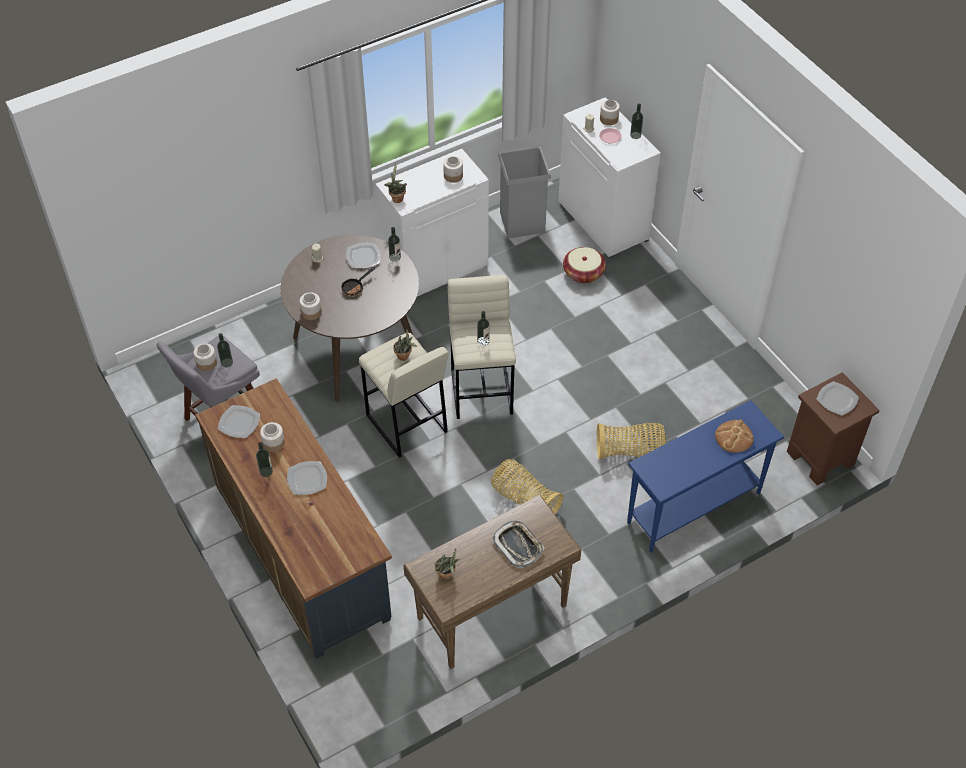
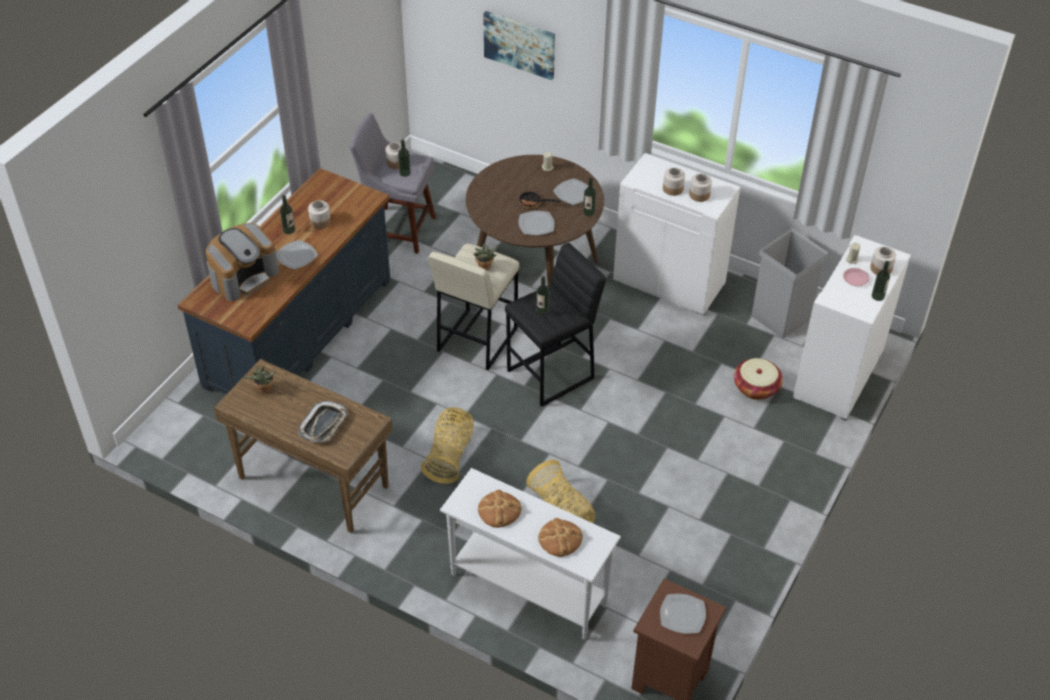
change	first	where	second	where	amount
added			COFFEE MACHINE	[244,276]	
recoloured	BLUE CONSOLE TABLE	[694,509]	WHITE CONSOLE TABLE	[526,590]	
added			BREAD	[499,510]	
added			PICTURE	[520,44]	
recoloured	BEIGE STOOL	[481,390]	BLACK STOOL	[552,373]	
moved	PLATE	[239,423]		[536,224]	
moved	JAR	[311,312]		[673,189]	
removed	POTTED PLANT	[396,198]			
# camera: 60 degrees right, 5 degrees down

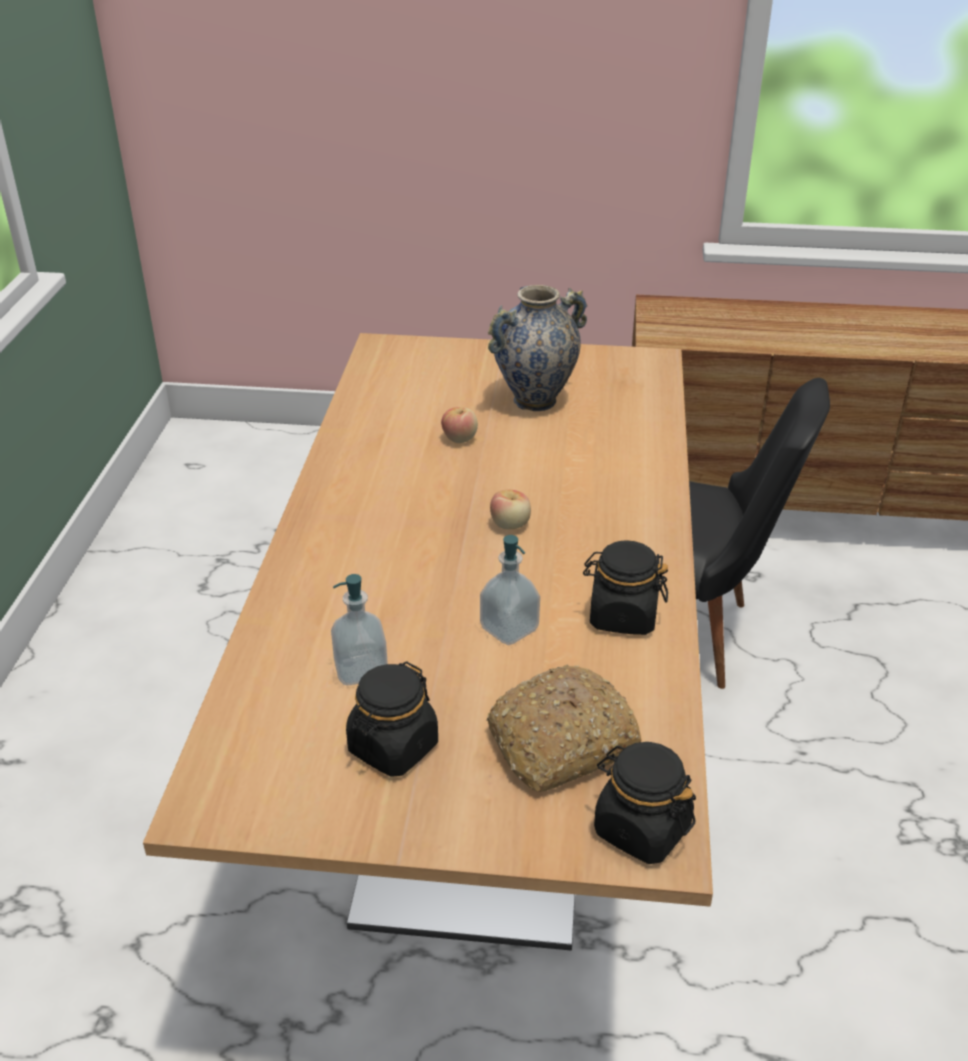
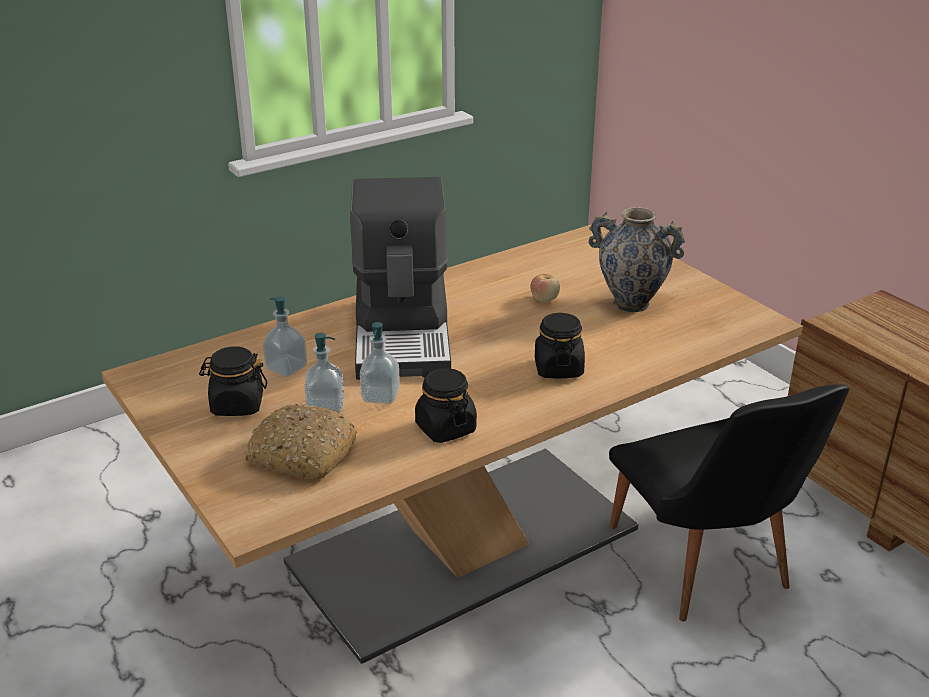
change	first	where	second	where	amount
added			SOAP DISPENSER	[325,407]	
added			COFFEE MACHINE	[404,335]	
moved	BLACK JAR	[641,829]		[558,368]	
removed	APPLE	[510,525]			
# camera: 50 degrees right, 5 degrees down

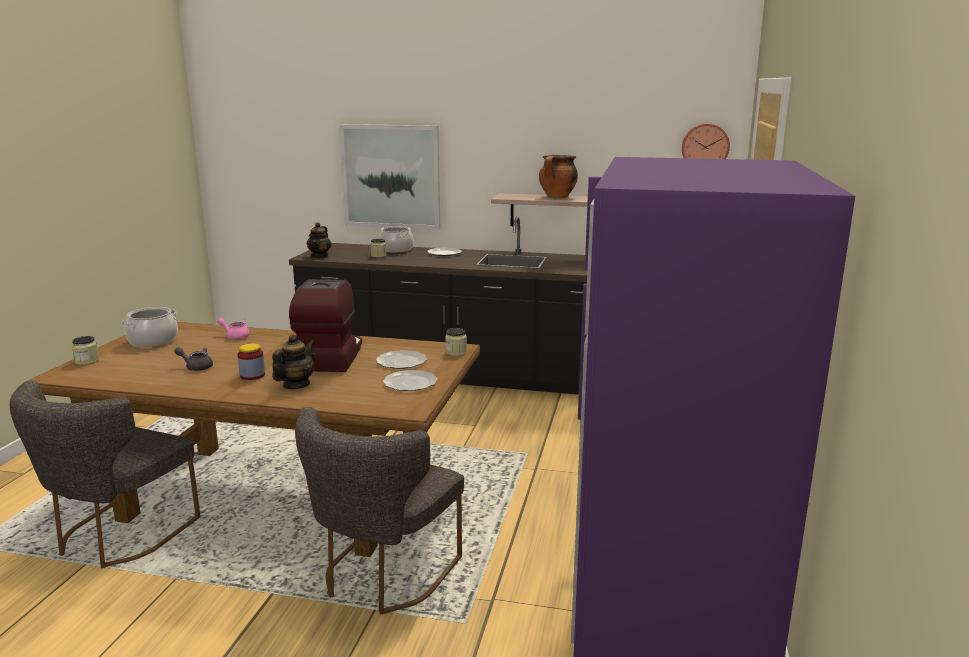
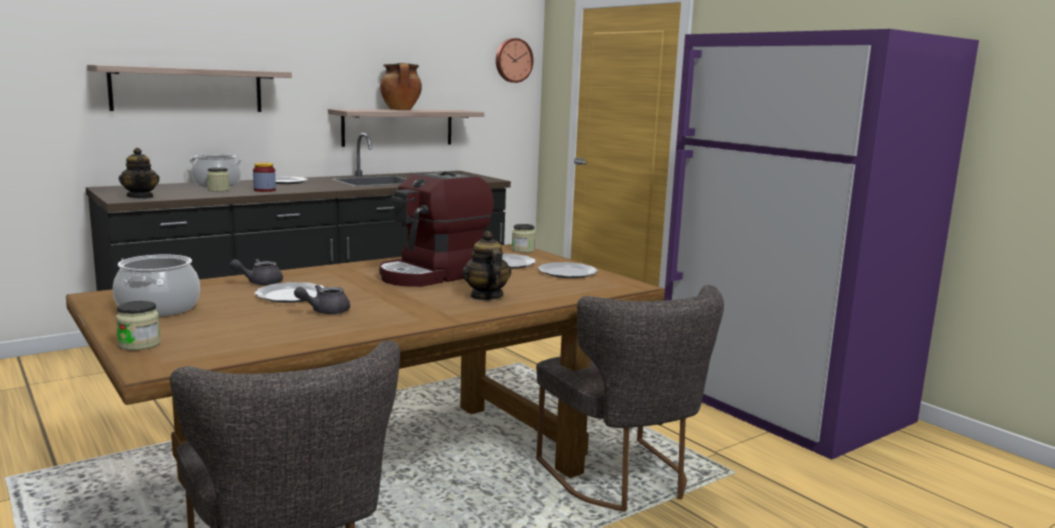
change	first	where	second	where	amount
replaced	PICTURE	[391,176]	SHELF	[188,90]	
recoloured	PINK TEAPOT	[235,336]	GREY TEAPOT	[260,283]	
moved	JAR	[252,375]		[264,190]	
added			PLATE	[291,295]	
turned	COFFEE MACHINE	[329,357]		[434,274]	90 degrees counterclockwise
# camera: 50 degrees left, 5 degrees down

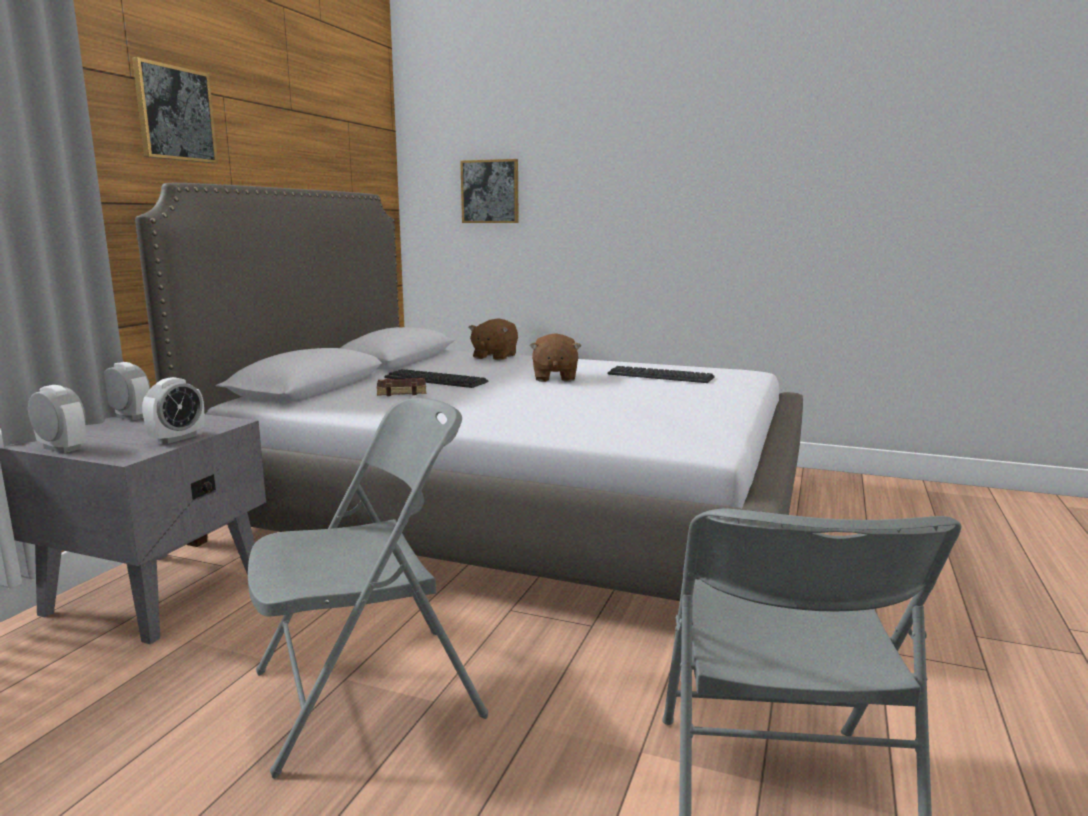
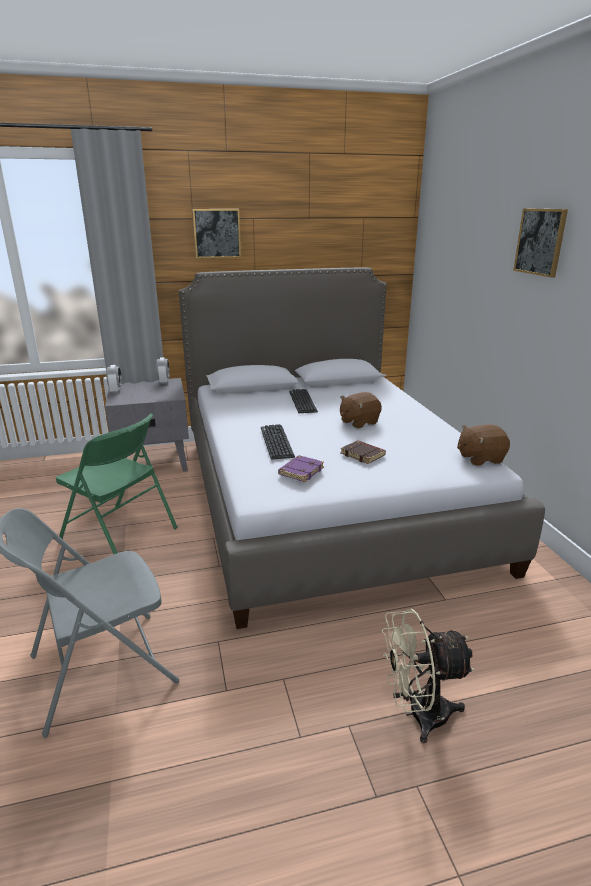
change	first	where	second	where	amount
recoloured	GREY CHAIR	[367,694]	GREEN CHAIR	[118,534]	
moved	KEYBOARD	[660,376]		[276,442]	
added			PURPLE BOOK	[301,471]	
moved	BROWN BOOK	[402,391]		[363,455]	
added			BEIGE FAN	[418,714]	
moved	BROWN PLUSH TOY	[494,357]		[480,458]	
moved	PICTURE	[490,191]		[540,242]	
removed	ALARM CLOCK	[177,438]			
# camera: 55 degrees right, 10 degrees up

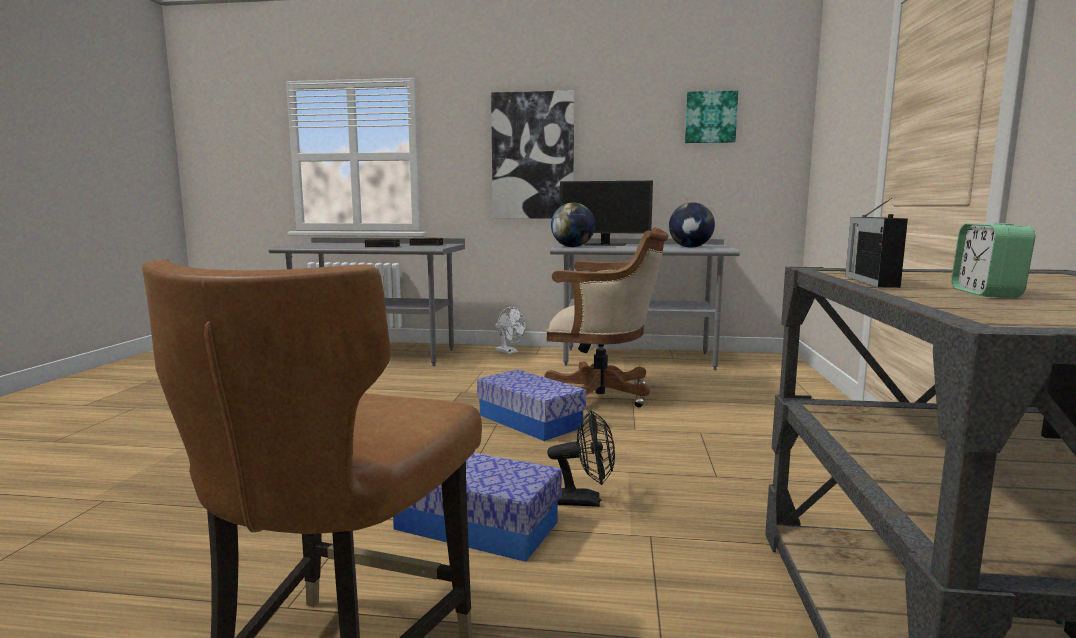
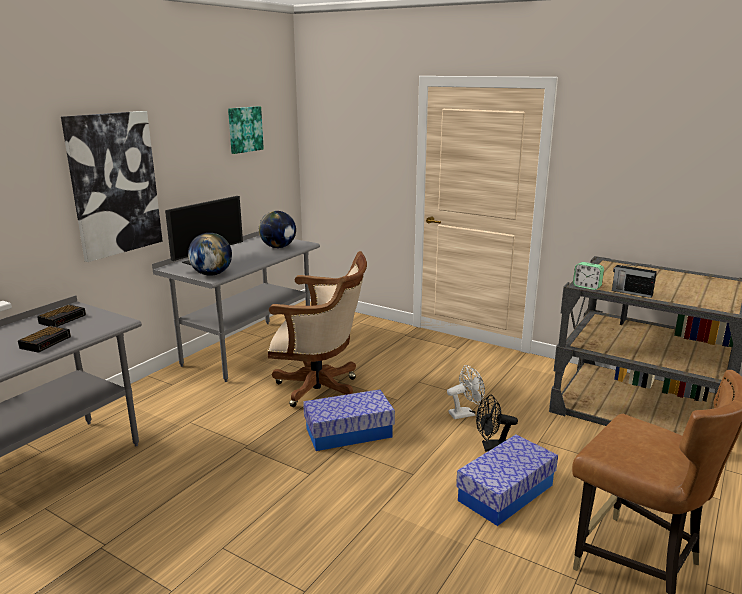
change	first	where	second	where	amount
turned	OFFICE CHAIR	[604,395]		[321,388]	60 degrees clockwise
moved	WHITE FAN	[509,352]		[465,413]	
turned	BLACK FAN	[586,501]		[491,447]	120 degrees counterclockwise
moved	ALARM CLOCK	[986,293]		[587,287]	
# camera: 65 degrees left, 10 degrees up

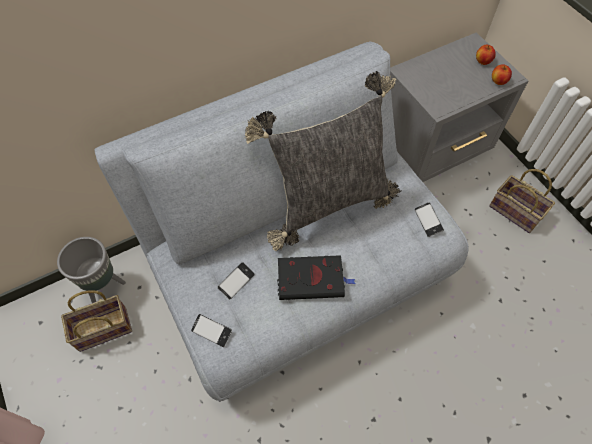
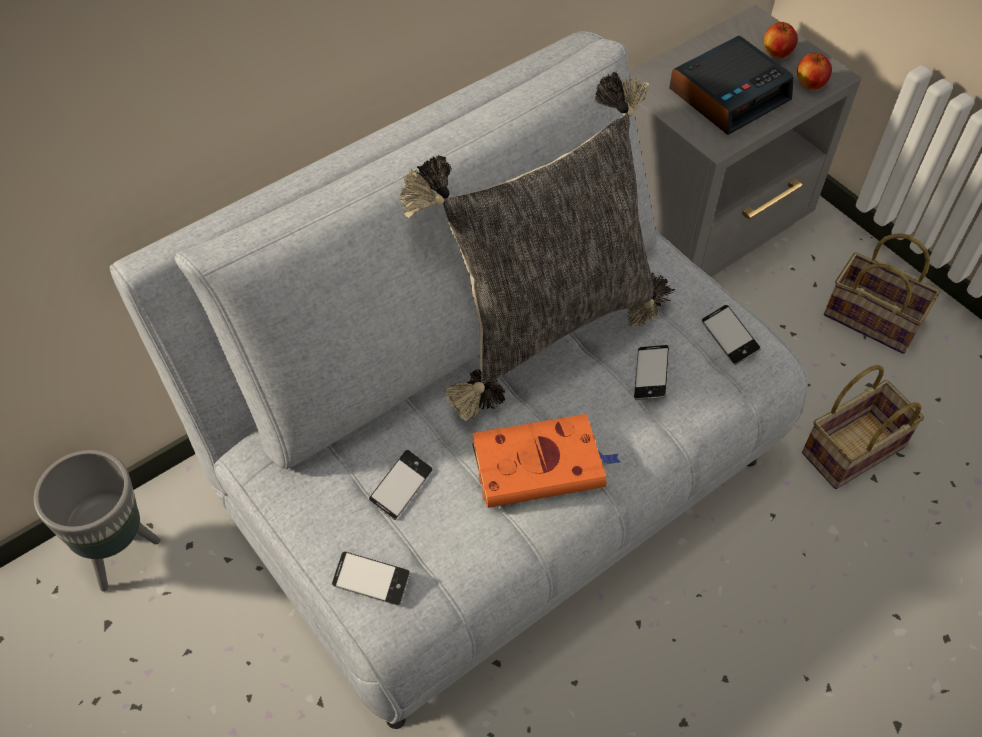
change	first	where	second	where	amount
recoloured	BLACK BOOK	[312,279]	ORANGE BOOK	[541,465]	
added			PHONE	[651,375]	
added			ALARM CLOCK	[729,94]	
moved	BASKET	[102,331]		[852,453]	
# camera: 10 degrees left, 5 degrees down

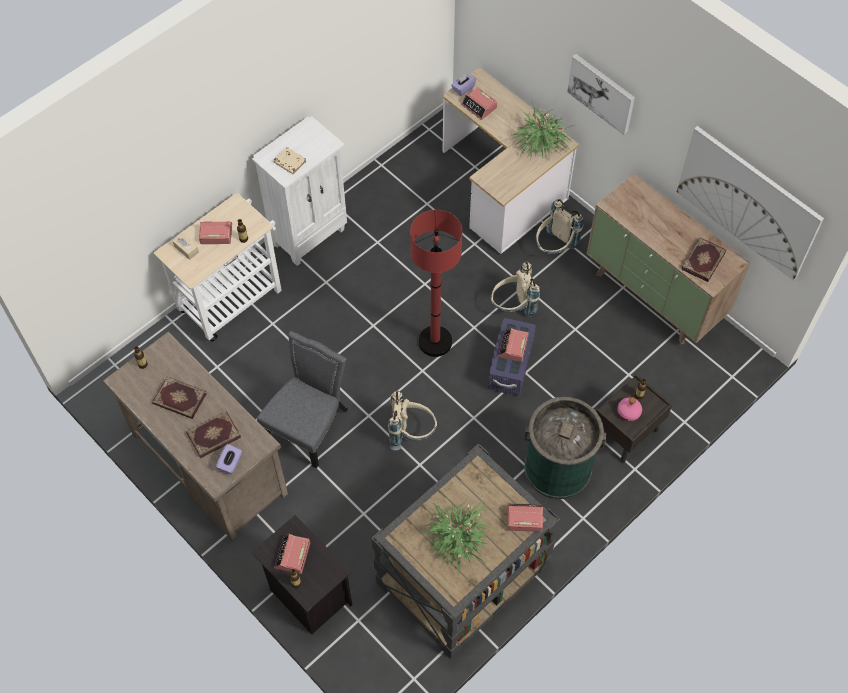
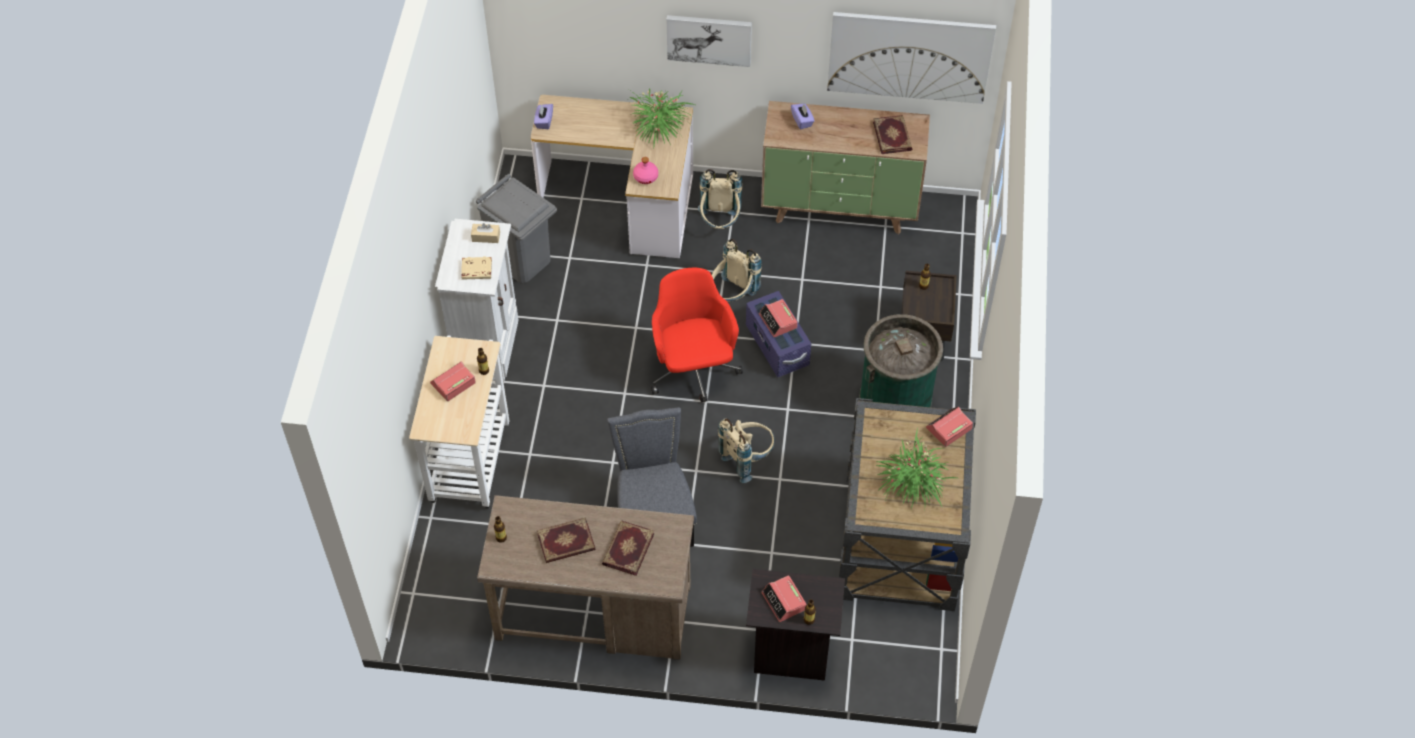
change	first	where	second	where	amount
moved	BEIGE TISSUE BOX	[186,249]		[486,237]	
added			GREY TRASH CAN	[522,260]	
moved	PINK BOTTLE	[629,411]		[645,177]	
replaced	RED FLOOR LAMP	[435,342]	RED OFFICE CHAIR	[693,370]	
moved	PURPLE TISSUE BOX	[230,463]		[802,121]	
removed	ALARM CLOCK	[479,106]			
# camera: 40 degrees left, 5 degrees down

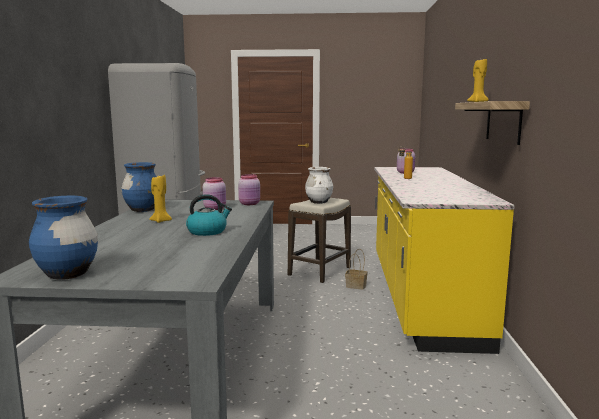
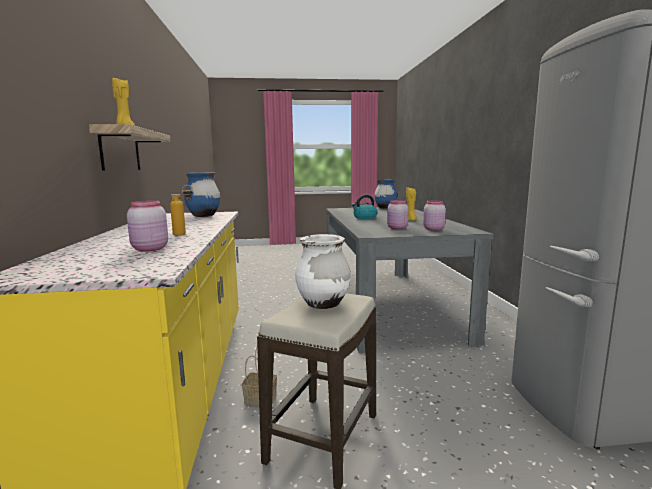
change	first	where	second	where	amount
moved	BLUE VASE	[142,210]		[203,216]	
moved	PINK JAR	[250,204]		[433,229]	
# camera: 170 degrees right, 0 degrees up

